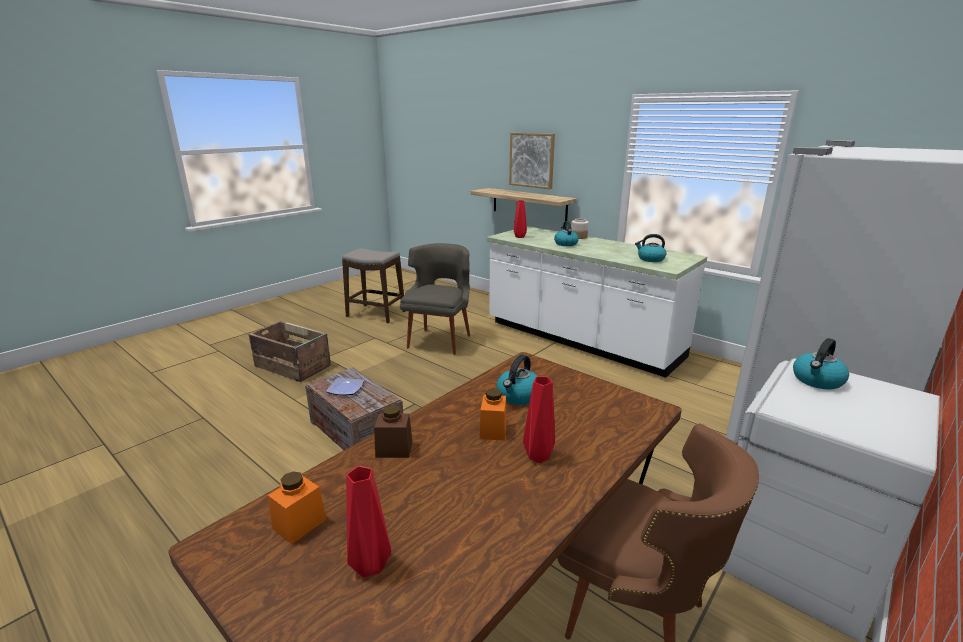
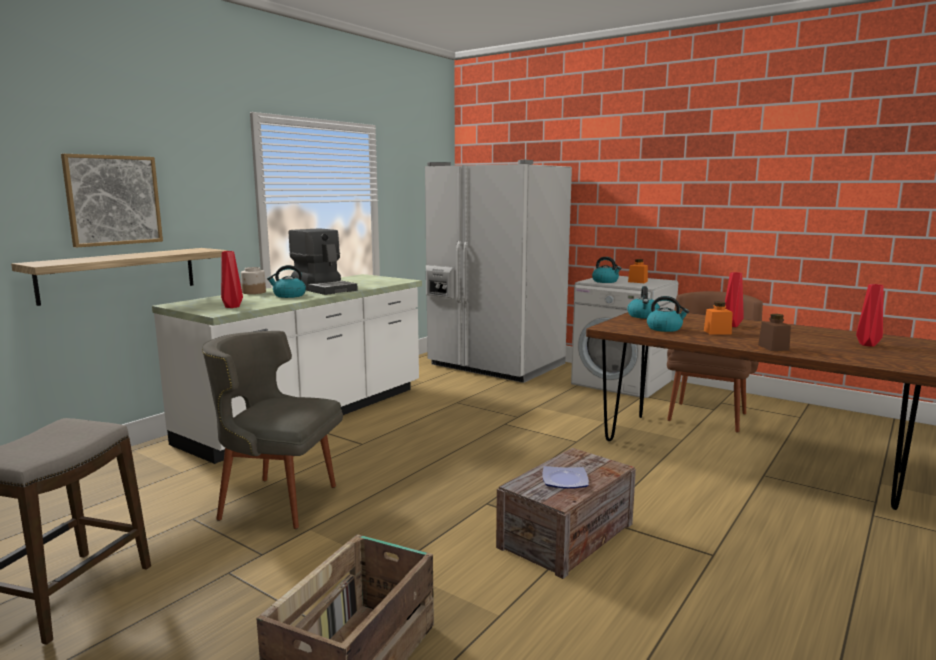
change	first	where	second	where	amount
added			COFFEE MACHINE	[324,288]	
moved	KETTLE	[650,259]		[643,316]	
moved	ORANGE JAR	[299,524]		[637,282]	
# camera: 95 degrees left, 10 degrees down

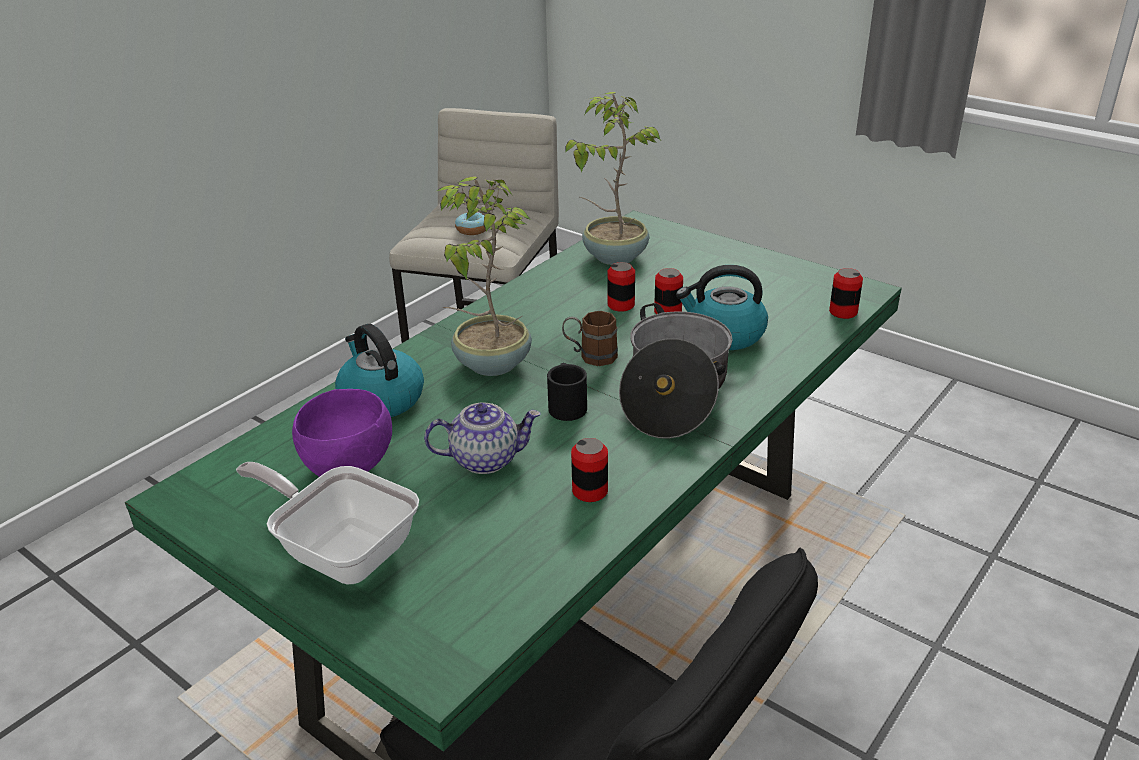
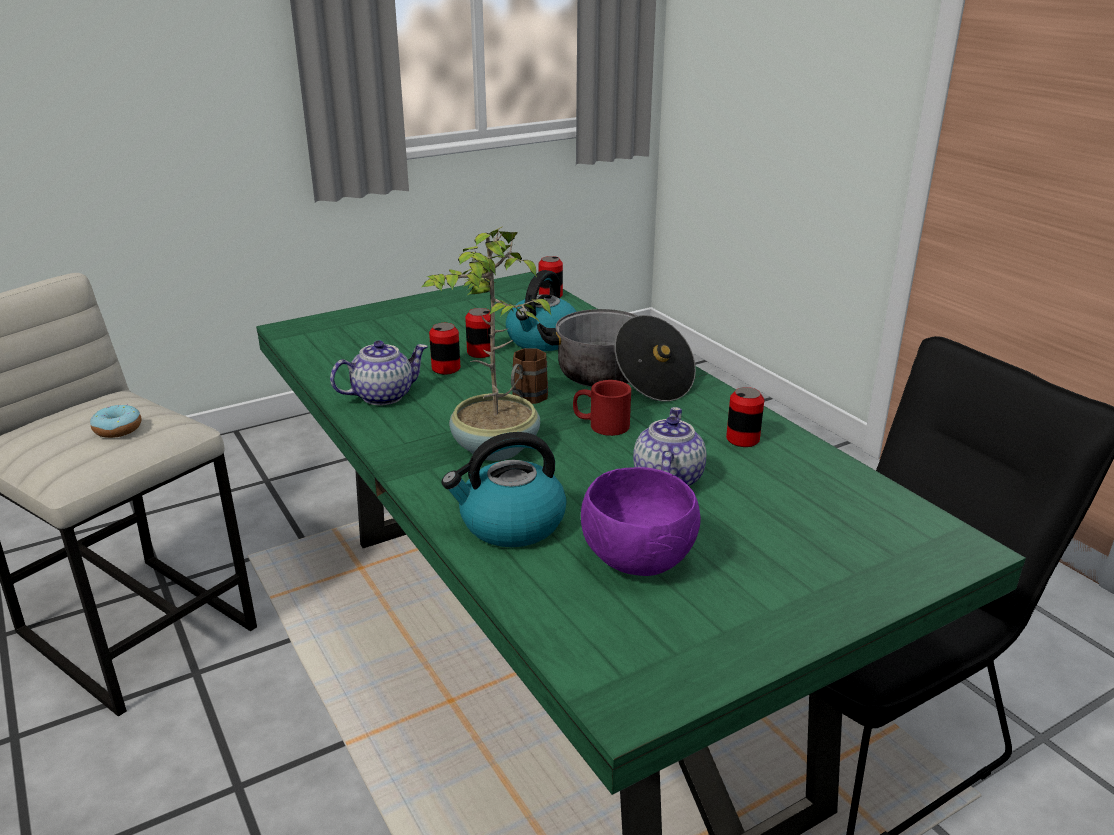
change	first	where	second	where	amount
added			TEAPOT	[383,395]	
recoloured	BLACK MUG	[566,404]	RED MUG	[601,425]	
removed	FRYING PAN	[341,550]			
removed	POTTED PLANT	[614,256]			
# camera: 70 degrees left, 5 degrees down

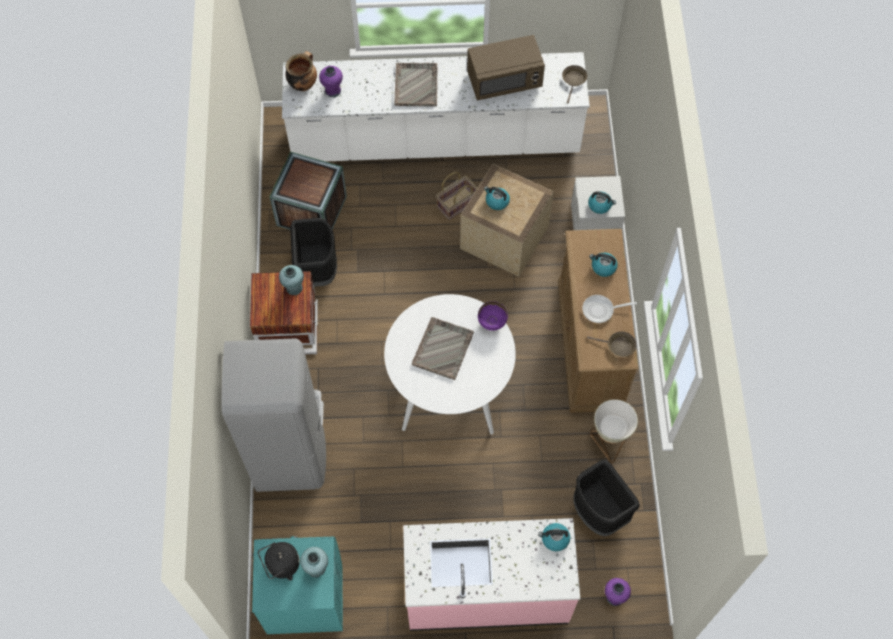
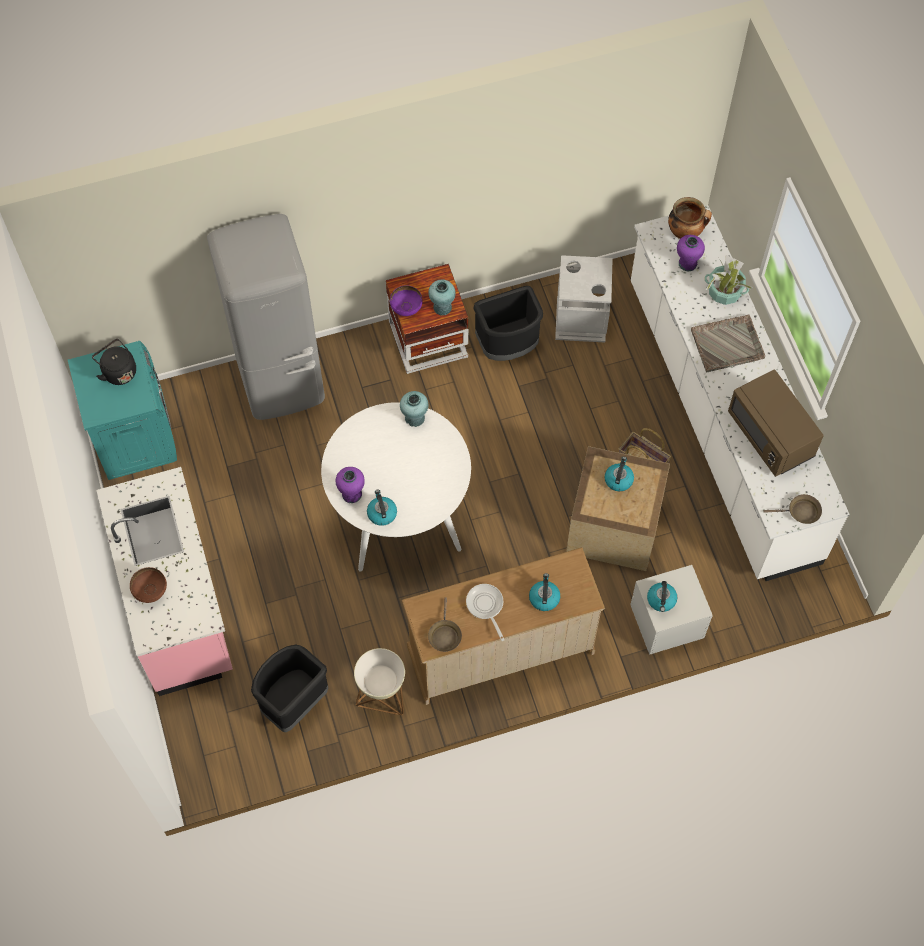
change	first	where	second	where	amount
added			BROWN BOWL	[151,592]	
moved	PURPLE VASE	[614,597]		[351,494]	
moved	KETTLE	[554,539]		[381,513]	
moved	PURPLE BOWL	[492,322]		[406,309]	
moved	TURQUOISE VASE	[316,568]		[415,418]	
replaced	CRATE	[311,210]	GREY TRASH CAN	[581,320]	
added			POTTED PLANT	[724,291]	
removed	GREY TRAY	[443,348]			
# camera: 75 degrees right, 0 degrees up

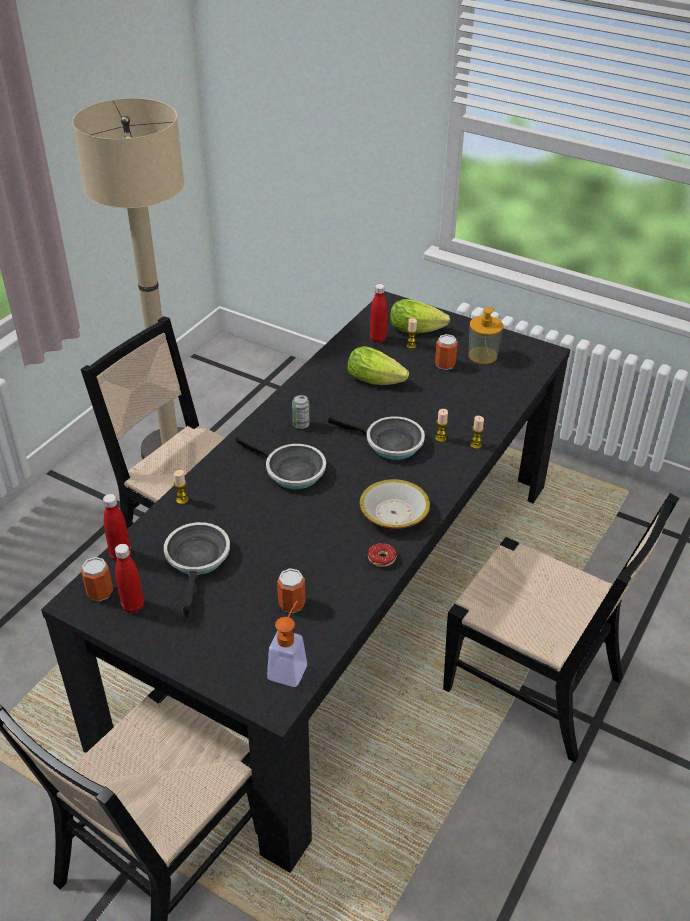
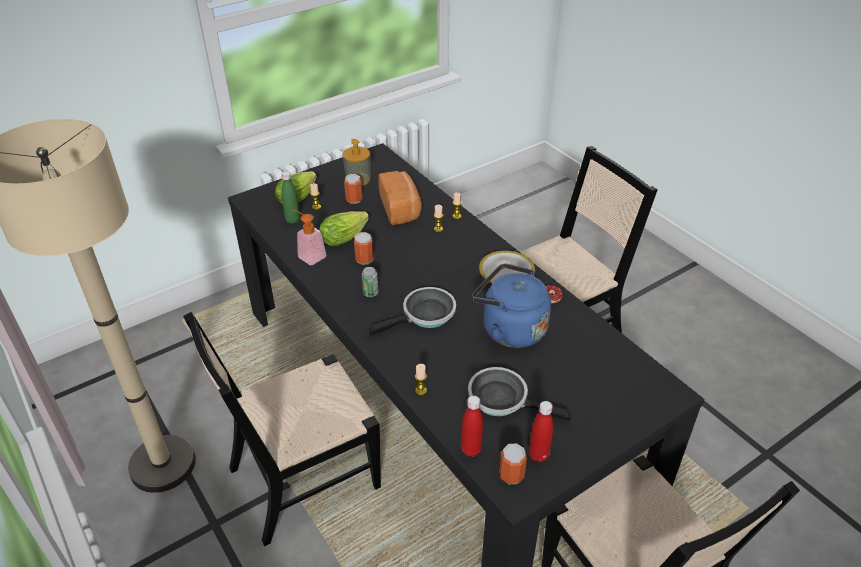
change	first	where	second	where	amount
recoloured	RED BOTTLE	[378,339]	GREEN BOTTLE	[292,220]	
moved	SOAP DISPENSER	[290,666]		[309,255]	
moved	CAN	[292,604]		[364,259]	
added			BREAD	[401,209]	
added			BLUE KETTLE	[509,329]	
removed	FRYING PAN	[389,443]			
# camera: 65 degrees left, 0 degrees up

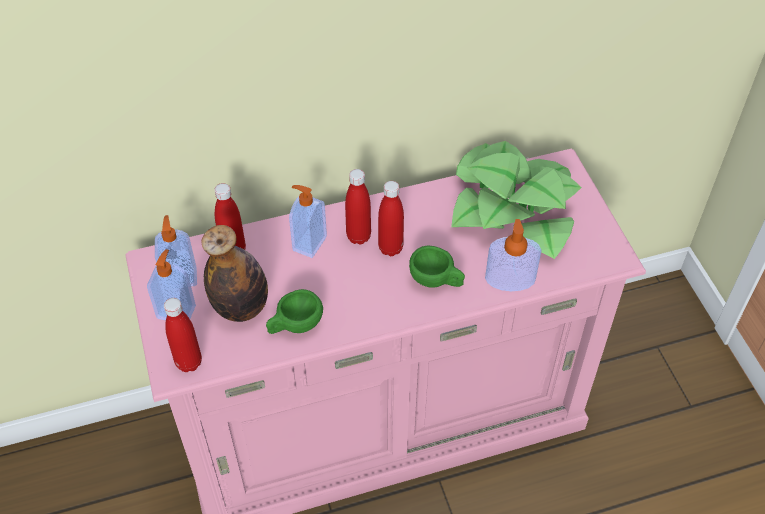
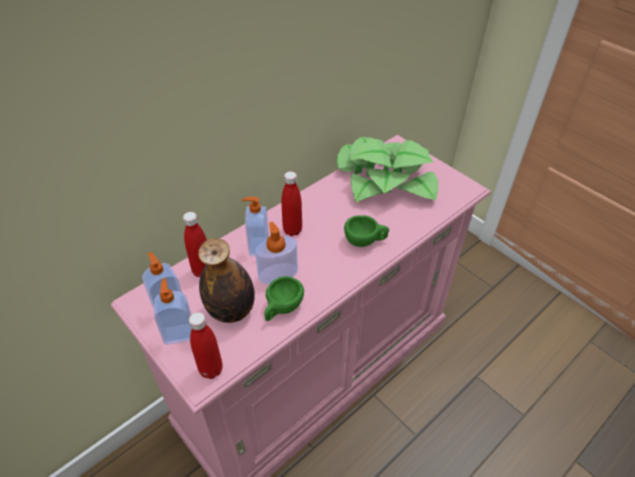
change	first	where	second	where	amount
moved	SOAP DISPENSER	[510,279]		[278,274]	
removed	RED BOTTLE	[390,248]			
# camera: 25 degrees left, 5 degrees down

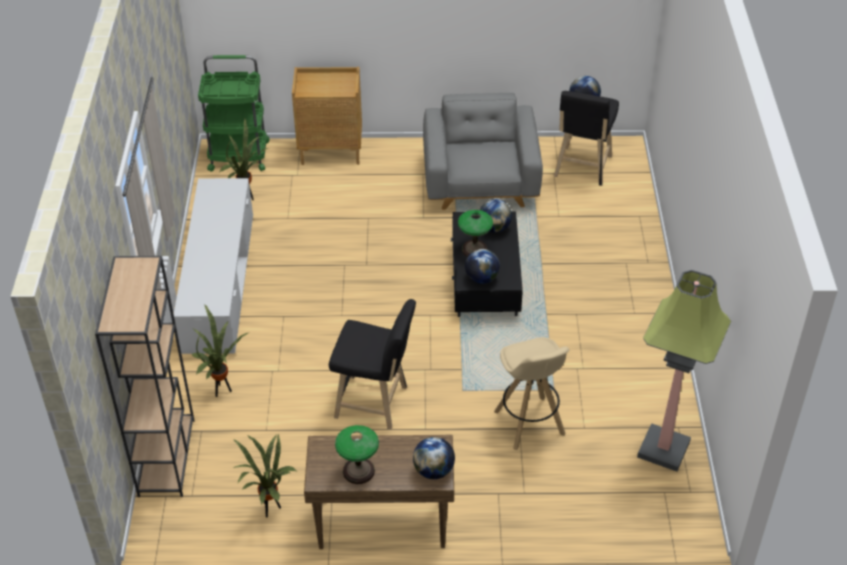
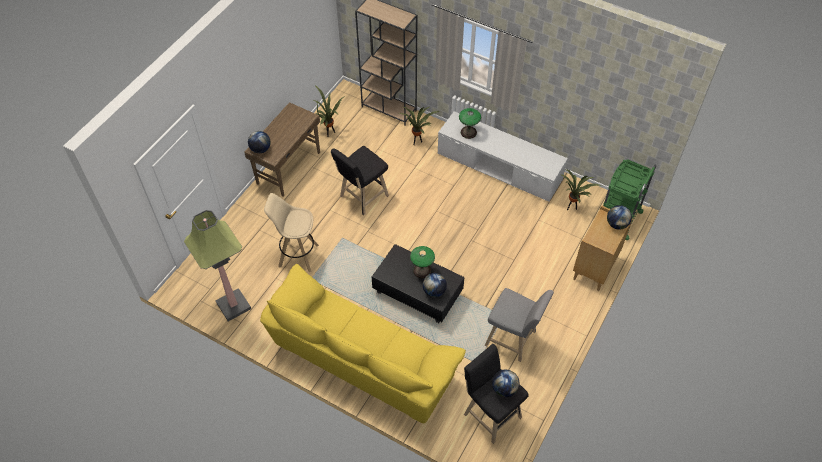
change	first	where	second	where	amount
added			YELLOW SOFA	[363,361]	
moved	TABLE LAMP	[358,471]		[468,132]	
replaced	GREY ARMCHAIR	[480,182]	GREY STOOL	[513,340]	
moved	GLOBE	[481,278]		[617,224]	
# camera: 120 degrees right, 10 degrees up

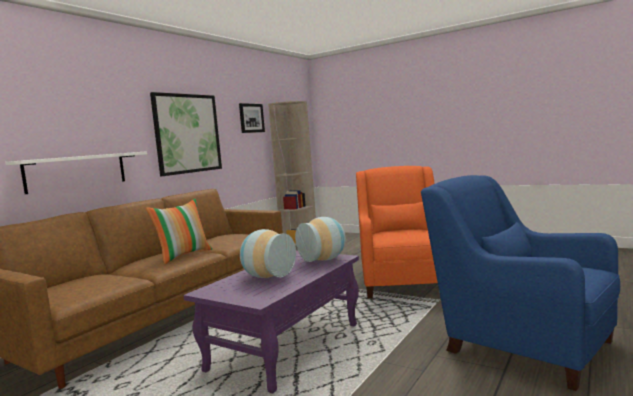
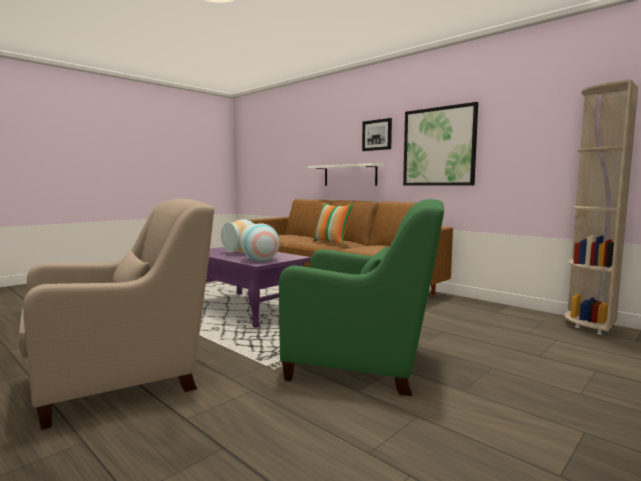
change	first	where	second	where	amount
recoloured	BLUE ARMCHAIR	[522,344]	BEIGE ARMCHAIR	[124,379]	
recoloured	ORANGE ARMCHAIR	[403,281]	GREEN ARMCHAIR	[362,363]	
moved	PICTURE	[251,118]		[377,135]	
# camera: 100 degrees right, 0 degrees up

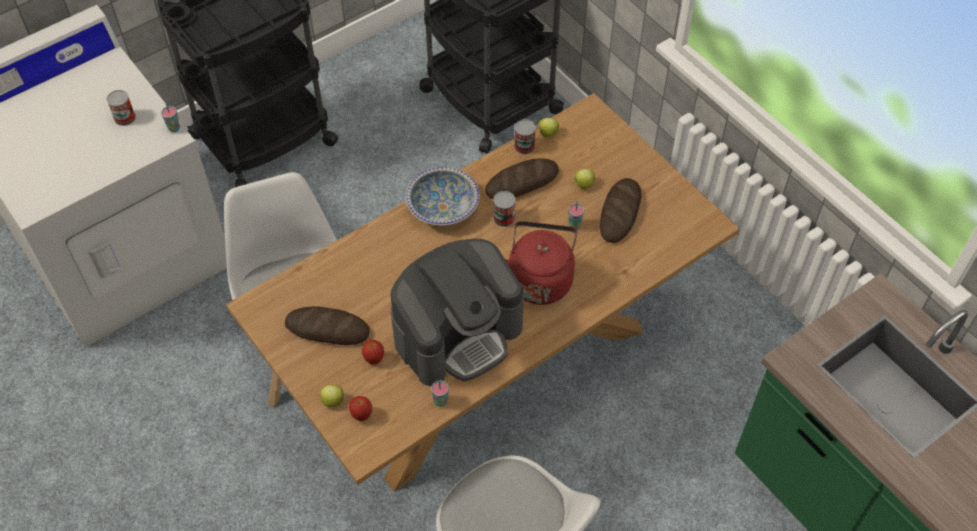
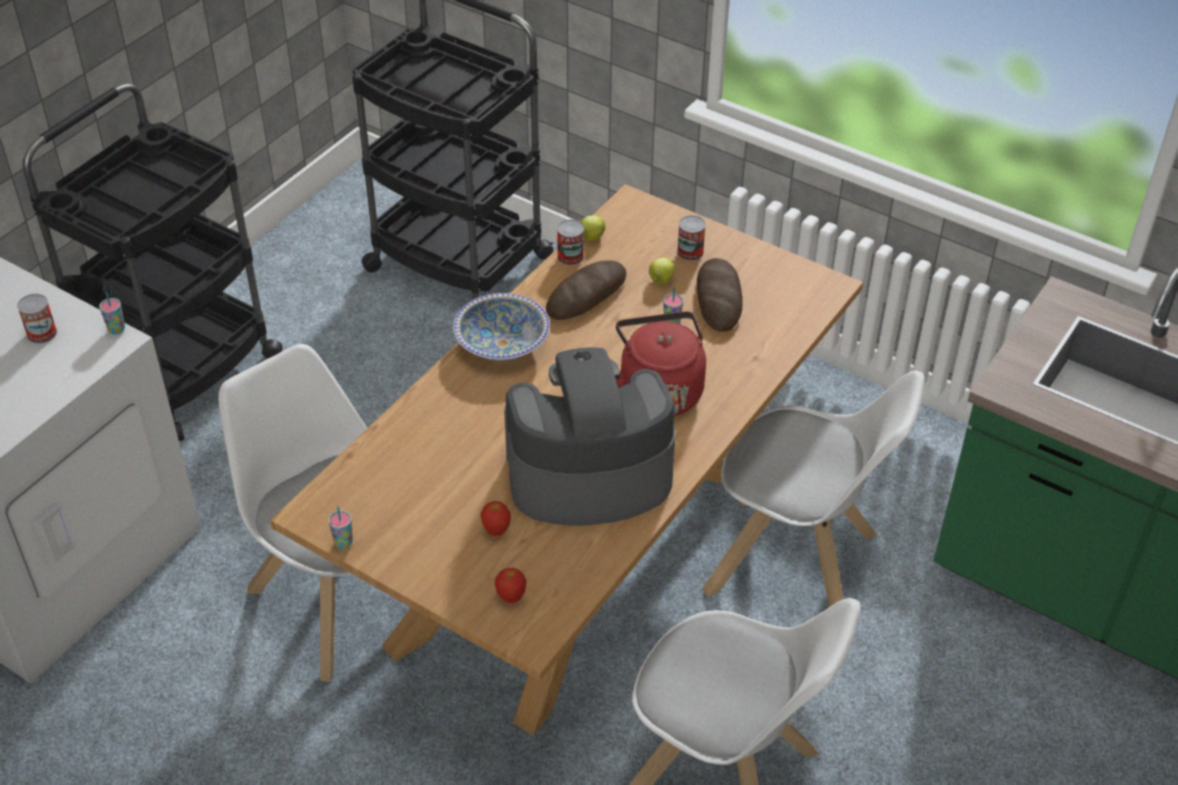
change	first	where	second	where	amount
moved	CUP	[440,401]		[343,543]	
turned	COFFEE MACHINE	[458,333]		[588,474]	135 degrees counterclockwise
moved	CAN	[504,218]		[690,252]	
added			CHAIR	[797,565]	
removed	BREAD	[327,329]			
removed	APPLE	[332,401]			
# camera: 20 degrees left, 10 degrees down

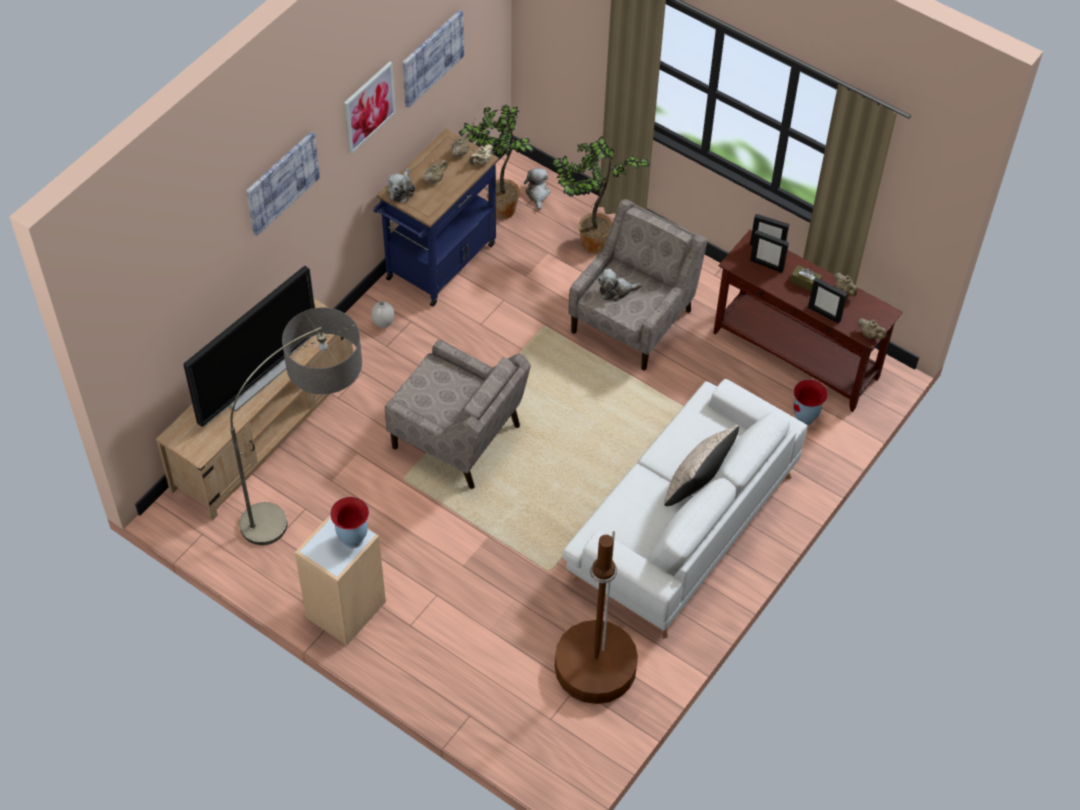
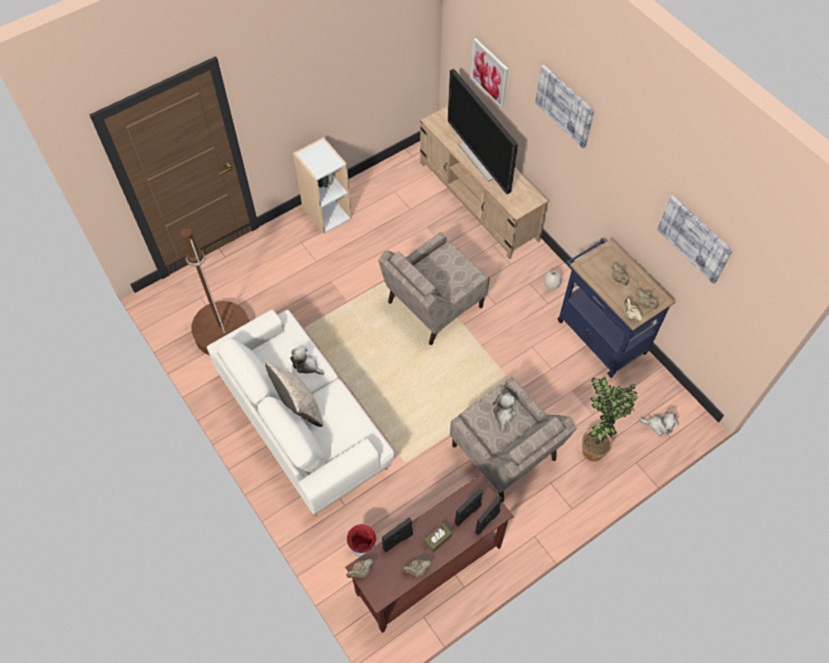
change	first	where	second	where	amount
moved	PLUSH TOY	[401,190]		[306,365]	
moved	PICTURE	[369,107]		[489,73]	
removed	FLOOR LAMP	[315,501]			
removed	VASE	[352,540]			
removed	POTTED PLANT	[499,208]			
# camera: 110 degrees right, 5 degrees up

